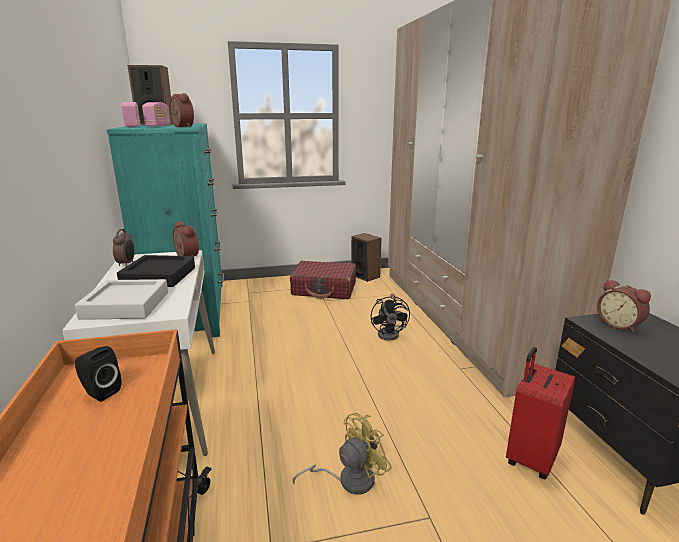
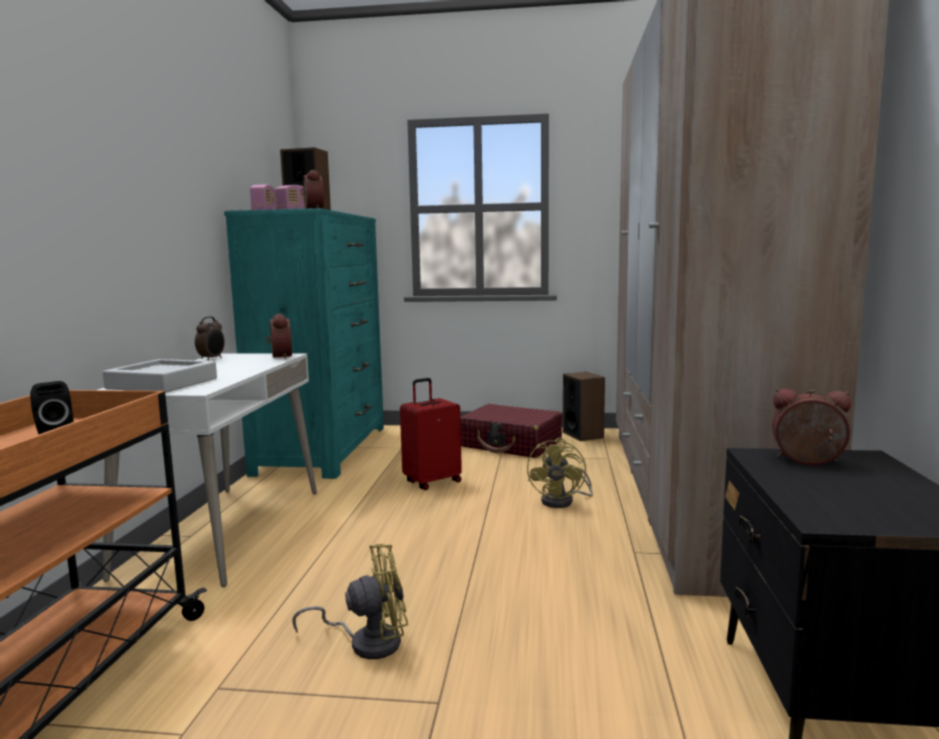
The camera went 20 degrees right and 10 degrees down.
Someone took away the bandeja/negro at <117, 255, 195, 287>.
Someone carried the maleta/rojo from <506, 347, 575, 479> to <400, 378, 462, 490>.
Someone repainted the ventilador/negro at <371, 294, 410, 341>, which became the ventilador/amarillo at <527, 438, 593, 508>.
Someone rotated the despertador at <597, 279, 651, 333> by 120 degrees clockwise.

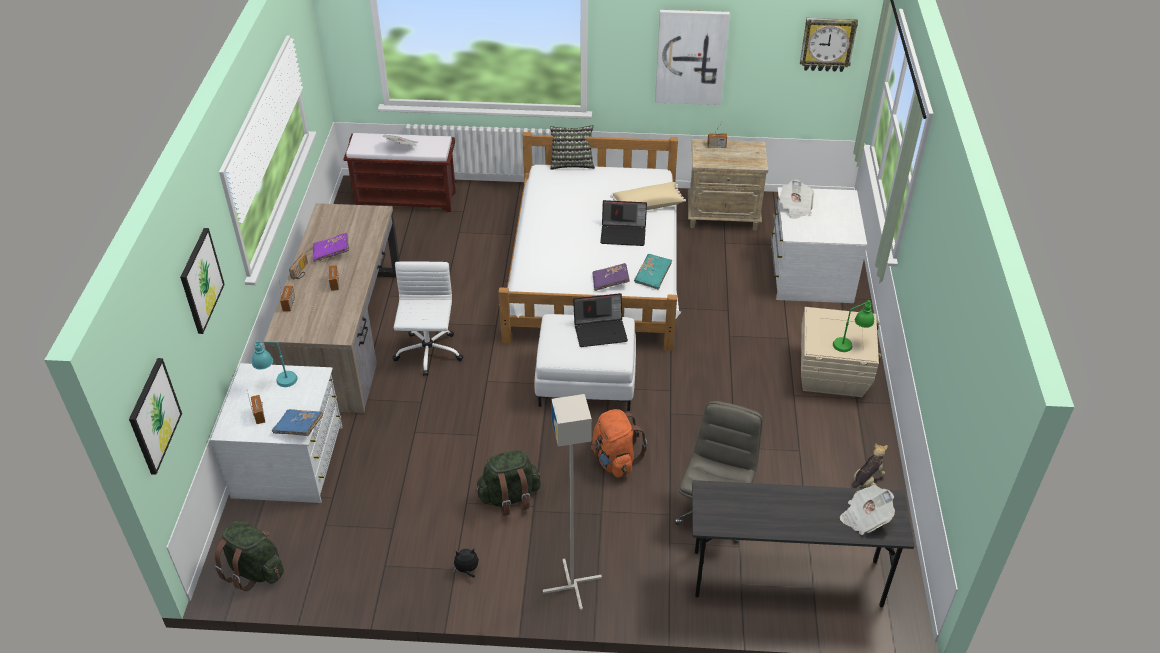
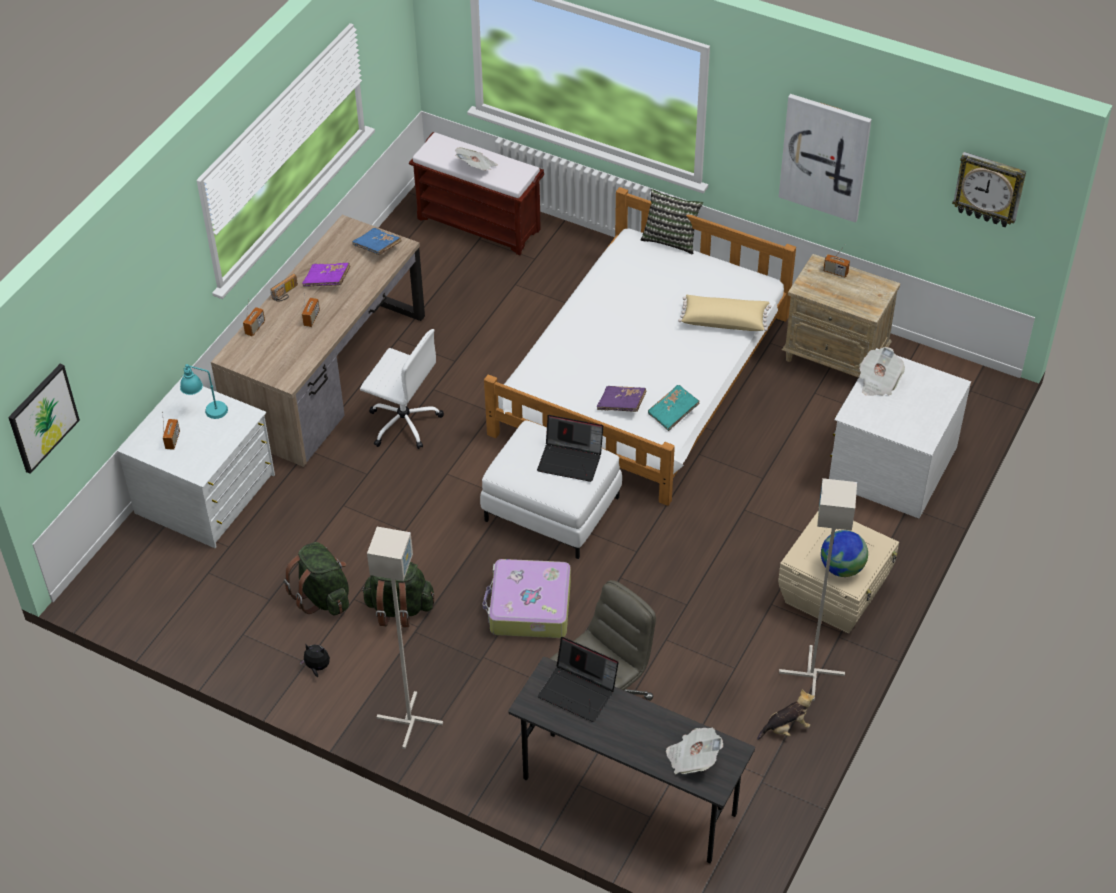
The camera went 25 degrees right and 5 degrees up.
Someone took away the cuadro at <180, 228, 225, 334>.
Someone put down the lámpara de pie/gris at <779, 478, 857, 701>.
Someone carried the mochila/verde from <215, 521, 284, 591> to <284, 542, 349, 615>.
Someone carried the libro/azul from <272, 409, 323, 436> to <352, 228, 402, 255>.
Someone carried the portátil from <600, 200, 647, 246> to <538, 637, 619, 722>.
Someone swapped the mochila/naranja at <591, 409, 647, 478> for the maleta at <483, 559, 571, 638>.
Someone swapped the lámpara de mesa/verde at <833, 299, 874, 352> for the globo terráqueo at <821, 530, 868, 577>.
Someone rotated the silla de oficina/blanco at <392, 262, 463, 376> by 90 degrees clockwise.

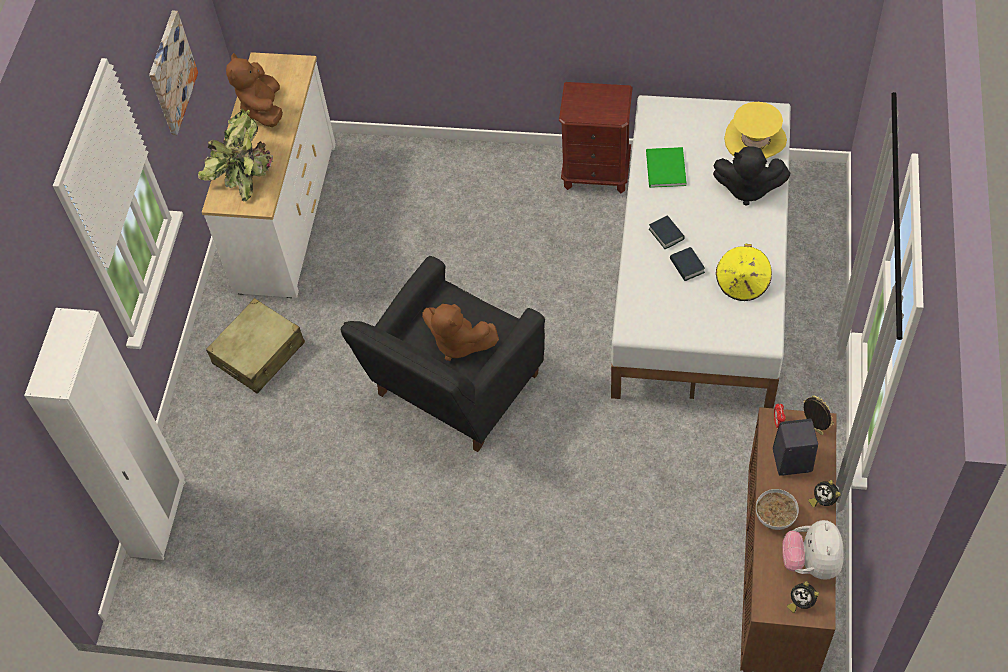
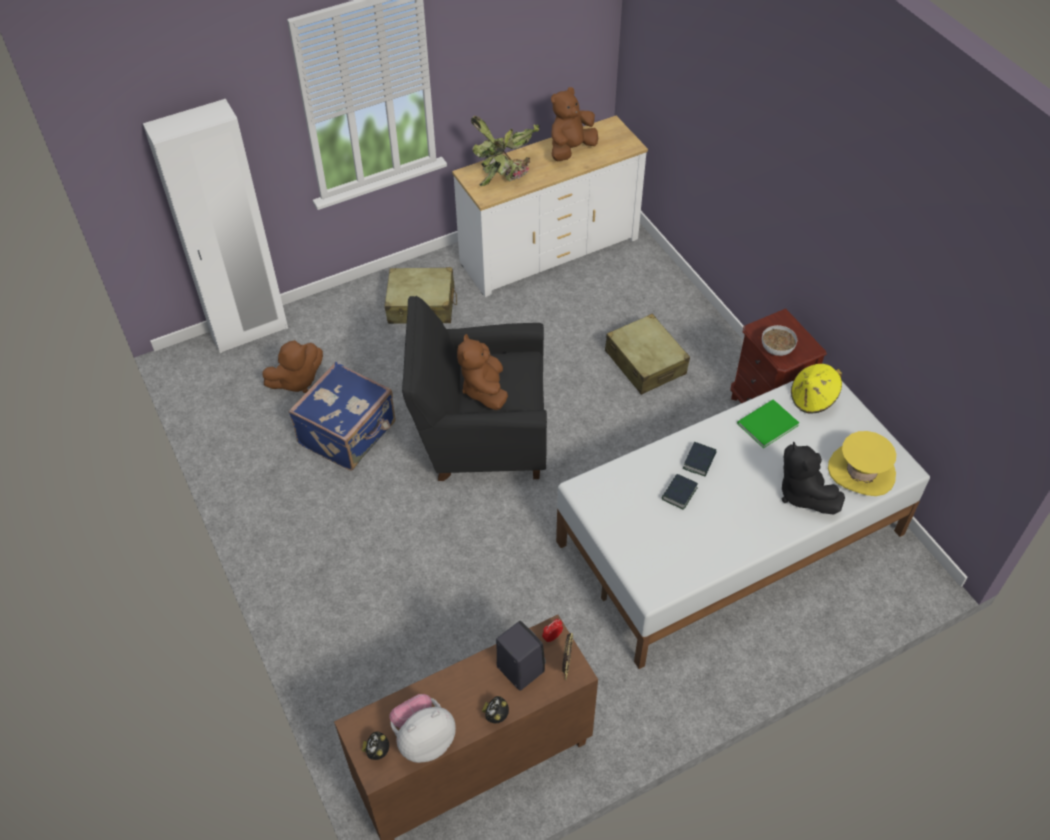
The camera went 50 degrees right and 5 degrees down.
Someone took away the cuadro at <149, 10, 198, 135>.
Someone put down the peluche/marrón at <262, 340, 323, 393>.
Someone put down the maleta/azul at <288, 362, 396, 471>.
Someone put down the maleta/beis at <605, 314, 690, 395>.
Someone carried the sombrero/amarillo from <716, 244, 772, 301> to <791, 364, 842, 414>.
Someone carried the cuenco from <756, 489, 799, 530> to <762, 325, 797, 356>.

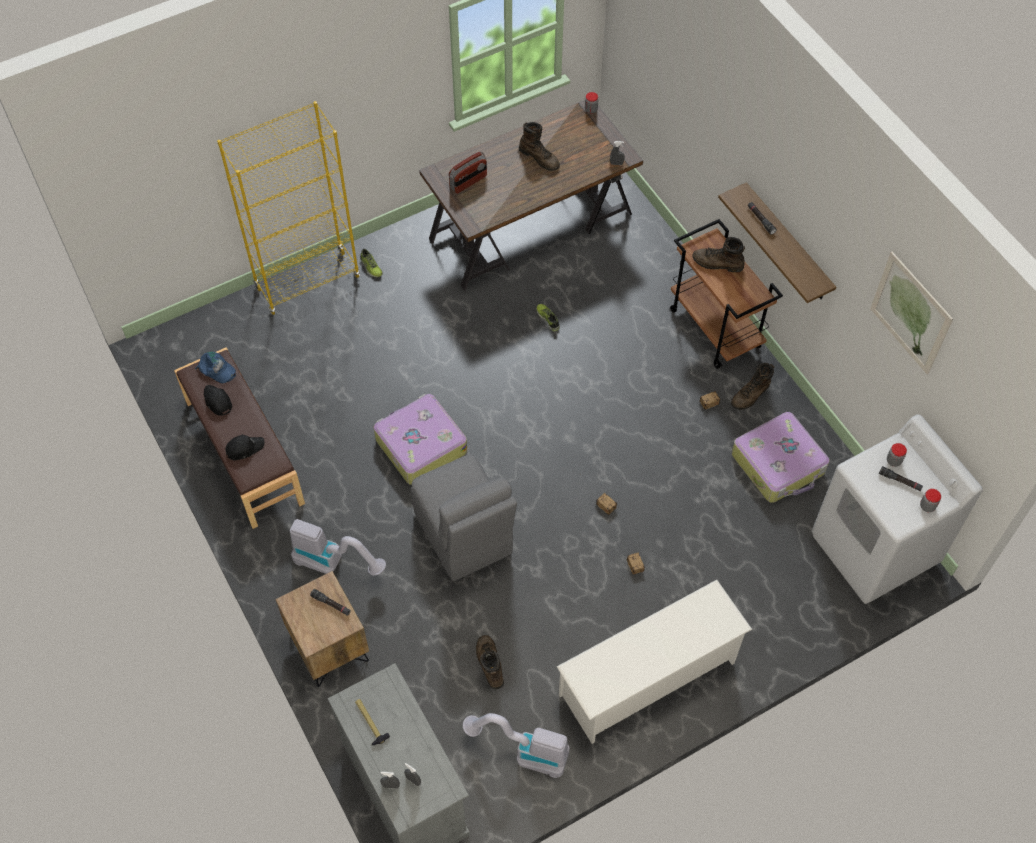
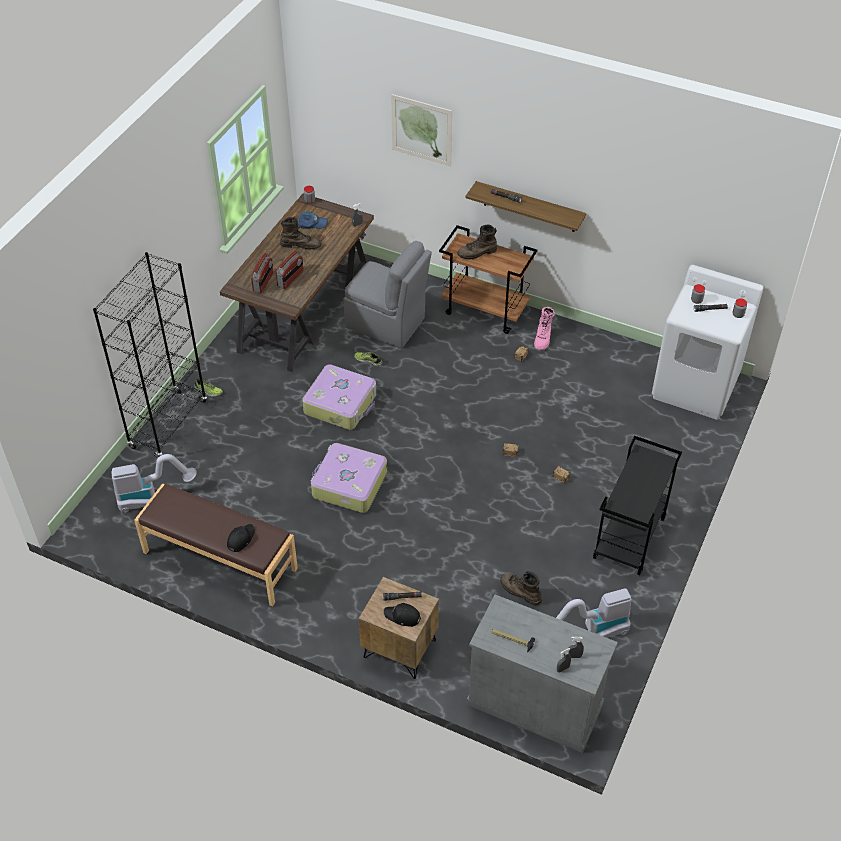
The camera went 35 degrees left and 10 degrees down.
Someone put down the radio at <276, 250, 304, 289>.
Someone carried the gorra/azul from <195, 352, 236, 384> to <298, 211, 328, 229>.
Someone carried the gorra/negro from <204, 385, 232, 416> to <384, 603, 421, 627>.
Someone carried the aspiradora from <290, 519, 386, 576> to <111, 454, 197, 512>.
Someone carried the silla/gris from <411, 455, 517, 581> to <344, 241, 432, 348>.
Someone carried the maleta from <732, 412, 830, 503> to <302, 364, 376, 430>.
Someone carried the cuadro from <870, 252, 953, 374> to <391, 94, 453, 166>.
Someone swapped the zapatero/blanco at <557, 580, 752, 744> for the carrito/negro at <593, 436, 682, 576>.
Someone repainted the estantería/amarillo at <217, 101, 360, 315>, which became the estantería/negro at <93, 252, 207, 458>.
Someone repainted the bota/marrón at <731, 363, 774, 410>, which became the bota/rosa at <534, 307, 555, 350>.

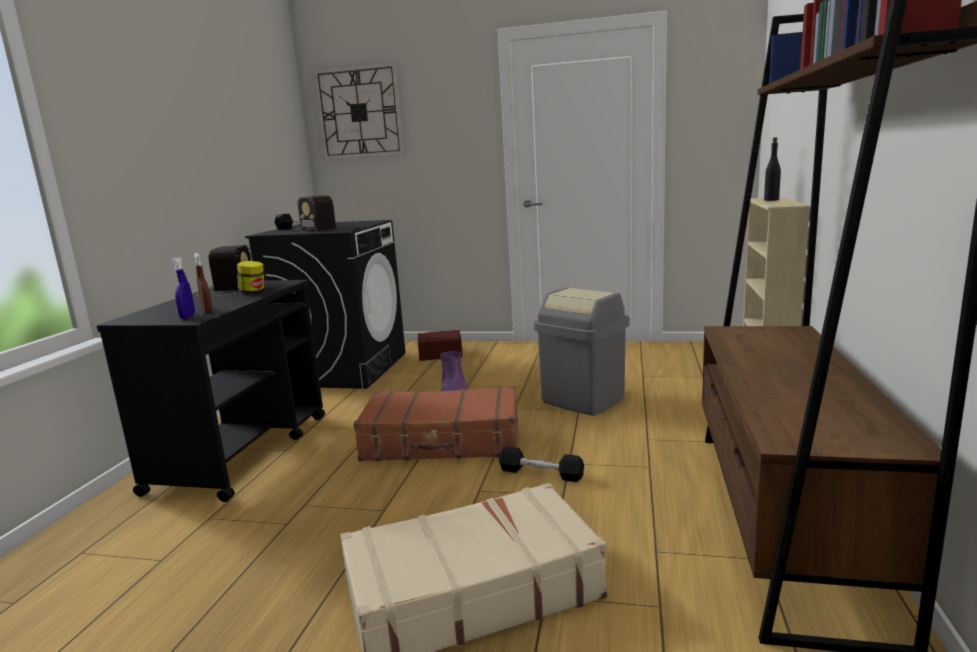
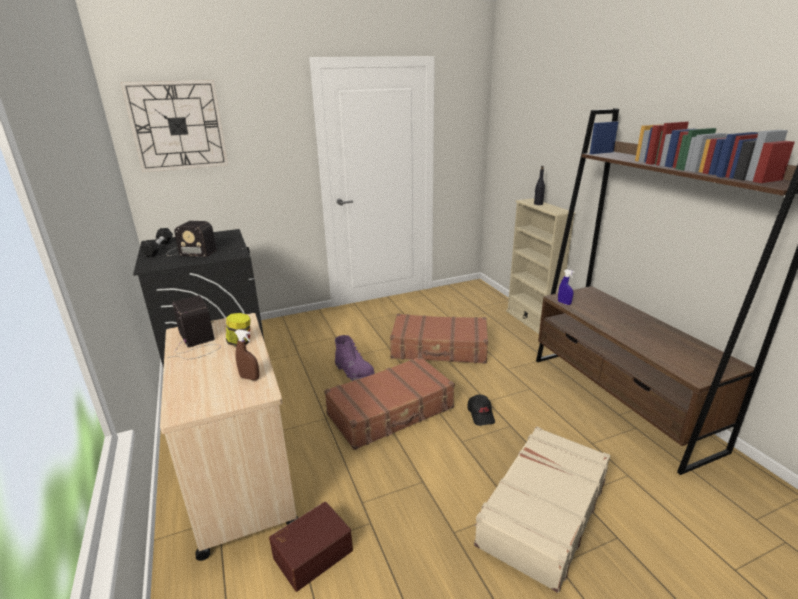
The camera went 35 degrees left and 10 degrees up.
Someone carried the pulverizador/azul from <171, 257, 195, 319> to <558, 269, 575, 305>.
Someone carried the caja de almacenaje/marrón from <418, 330, 463, 361> to <269, 501, 353, 592>.
Someone swapped the mancuerna/negro at <499, 446, 584, 482> for the gorra/negro at <467, 395, 495, 426>.
Someone swapped the papelera/gris at <534, 287, 629, 416> for the maleta/marrón at <390, 314, 488, 364>.
Someone repainted the carrito/negro at <96, 280, 325, 502>, which became the carrito/beis at <160, 313, 298, 561>.

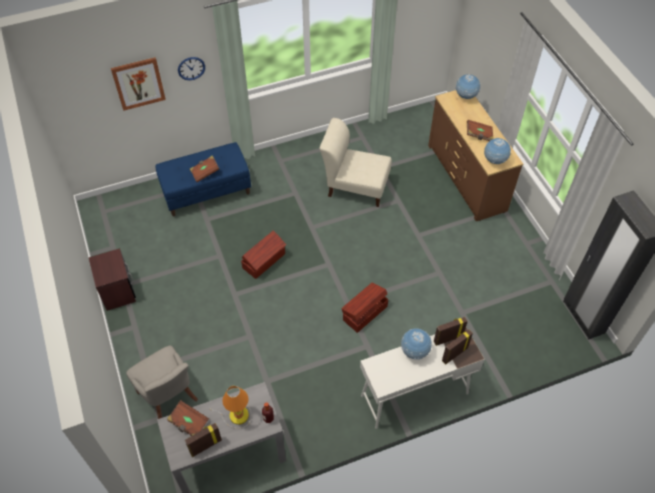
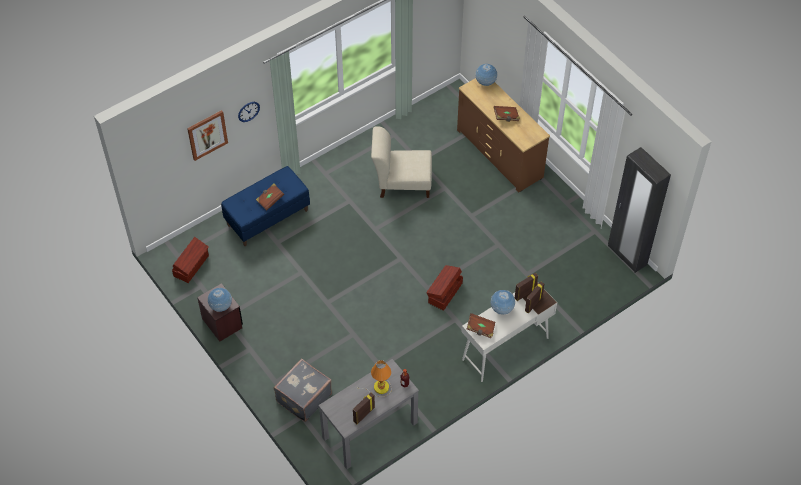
The camera went 15 degrees left and 0 degrees up.
Someone carried the libro/marrón from <167, 400, 209, 436> to <467, 313, 495, 338>.
Someone carried the caja de almacenaje/marrón from <241, 230, 286, 279> to <172, 237, 209, 283>.
Someone carried the globo terráqueo from <484, 138, 511, 164> to <208, 288, 232, 312>.
Someone swapped the silla/gris at <126, 346, 198, 419> for the maleta/gris at <274, 358, 332, 422>.

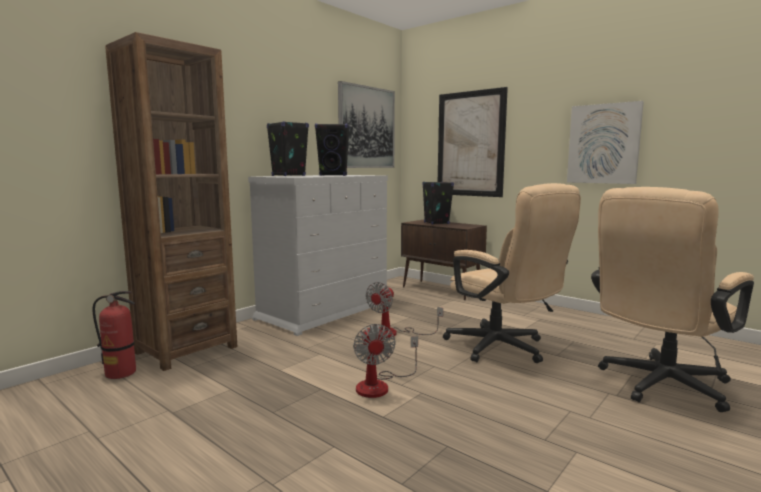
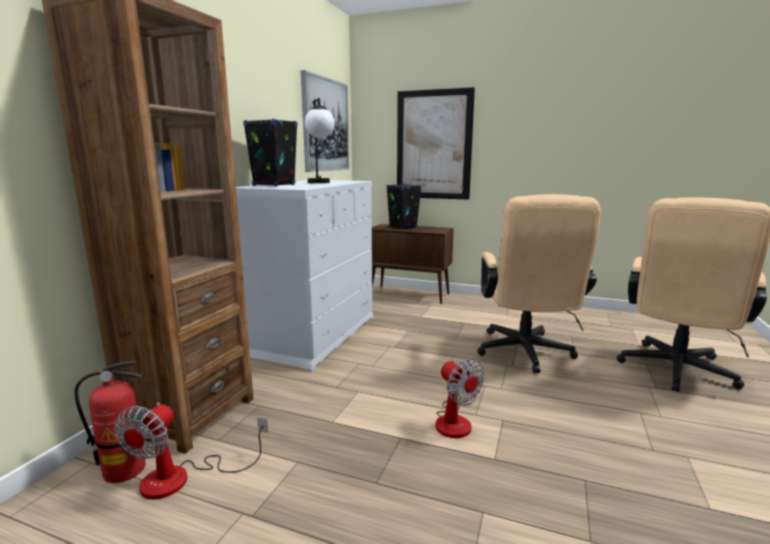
The camera went 20 degrees left and 5 degrees up.
Someone took away the cuadro at <567, 101, 644, 184>.
Someone carried the ventilador from <366, 282, 443, 338> to <114, 402, 268, 499>.
Someone swapped the altavoz/negro at <315, 123, 350, 176> for the lámpara de mesa at <305, 98, 335, 183>.
Someone rotated the silla de oficina/beis at <443, 183, 581, 363> by 60 degrees clockwise.

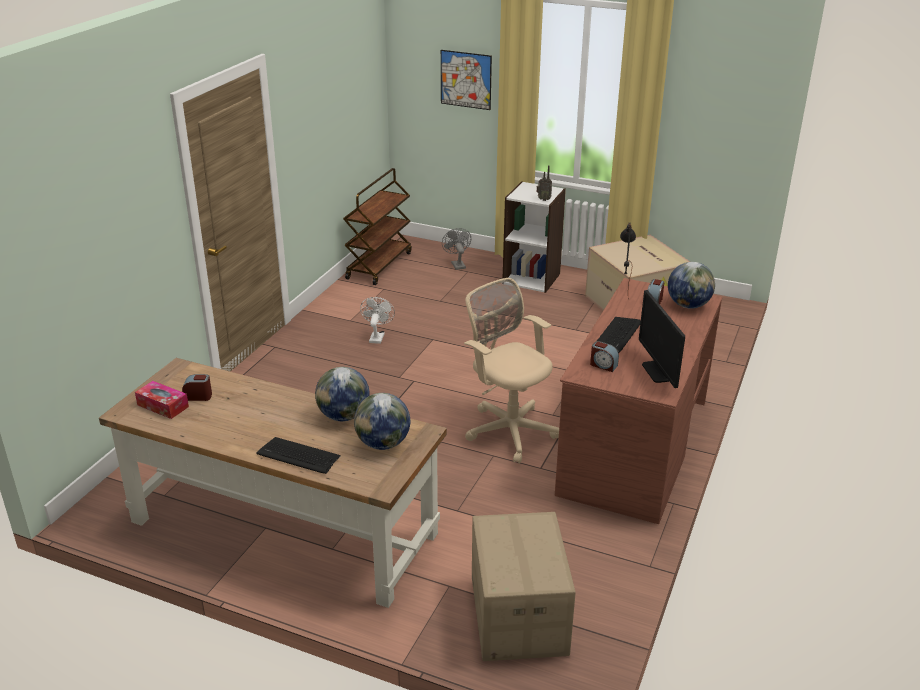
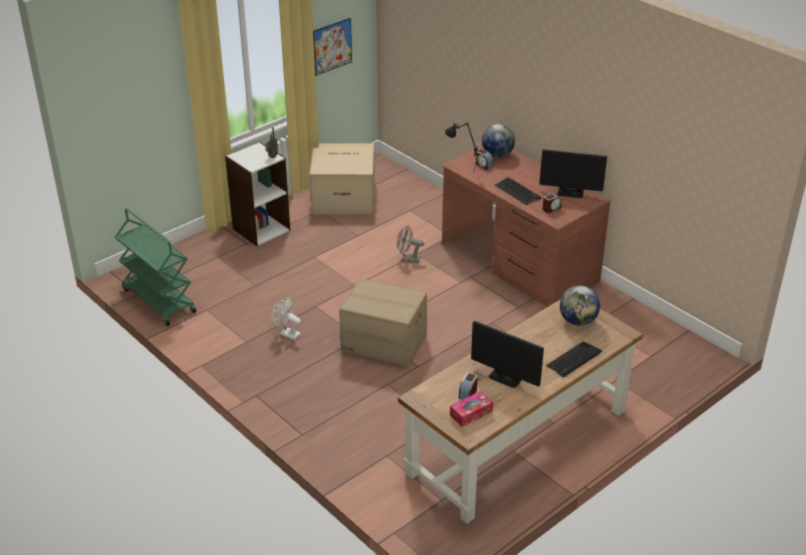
The camera went 65 degrees left and 5 degrees up.
Someone took away the globo terráqueo at <315, 367, 370, 421>.
Someone took away the silla de oficina/beis at <464, 278, 559, 464>.
Someone put down the monitor at <471, 321, 544, 388>.
Someone carried the cuadro from <441, 50, 492, 110> to <313, 18, 352, 76>.
Someone carried the ventilador/gris from <442, 228, 471, 270> to <397, 226, 424, 263>.
Someone carried the caja de cartón from <472, 512, 576, 661> to <339, 278, 427, 367>.
Someone repainted the carrito/marrón at <343, 168, 412, 285>, which became the carrito/verde at <115, 208, 196, 326>.

